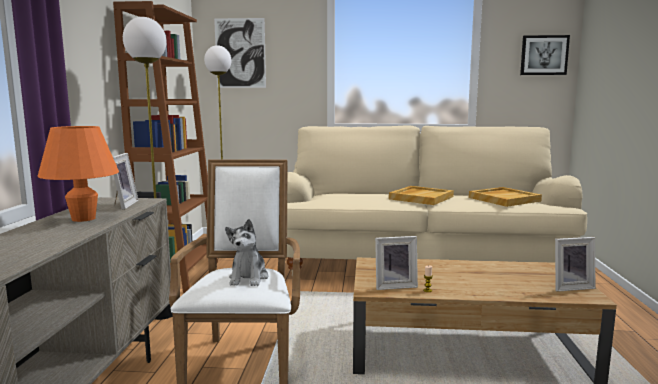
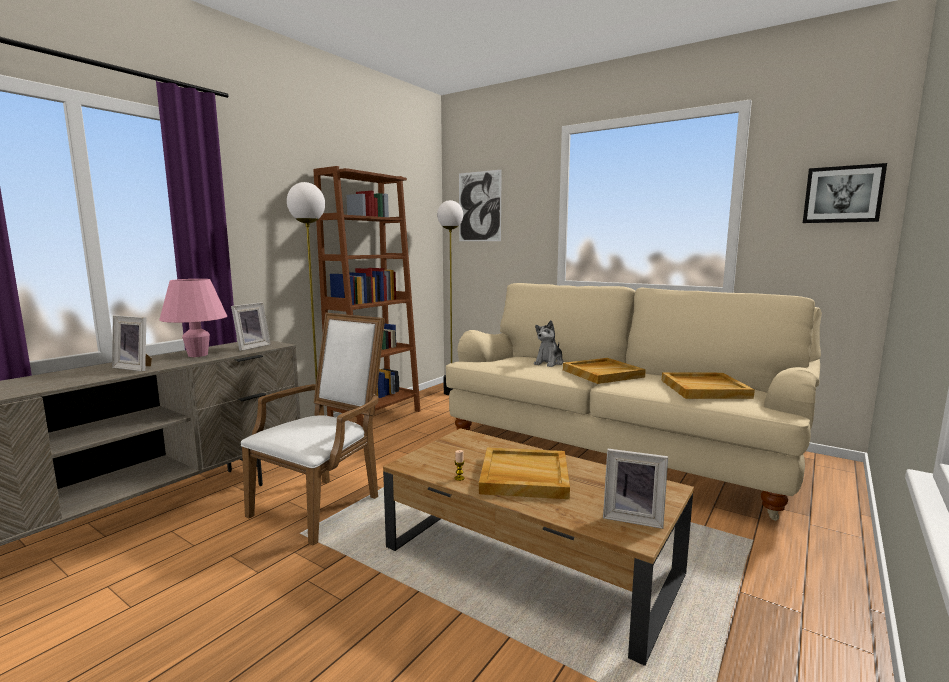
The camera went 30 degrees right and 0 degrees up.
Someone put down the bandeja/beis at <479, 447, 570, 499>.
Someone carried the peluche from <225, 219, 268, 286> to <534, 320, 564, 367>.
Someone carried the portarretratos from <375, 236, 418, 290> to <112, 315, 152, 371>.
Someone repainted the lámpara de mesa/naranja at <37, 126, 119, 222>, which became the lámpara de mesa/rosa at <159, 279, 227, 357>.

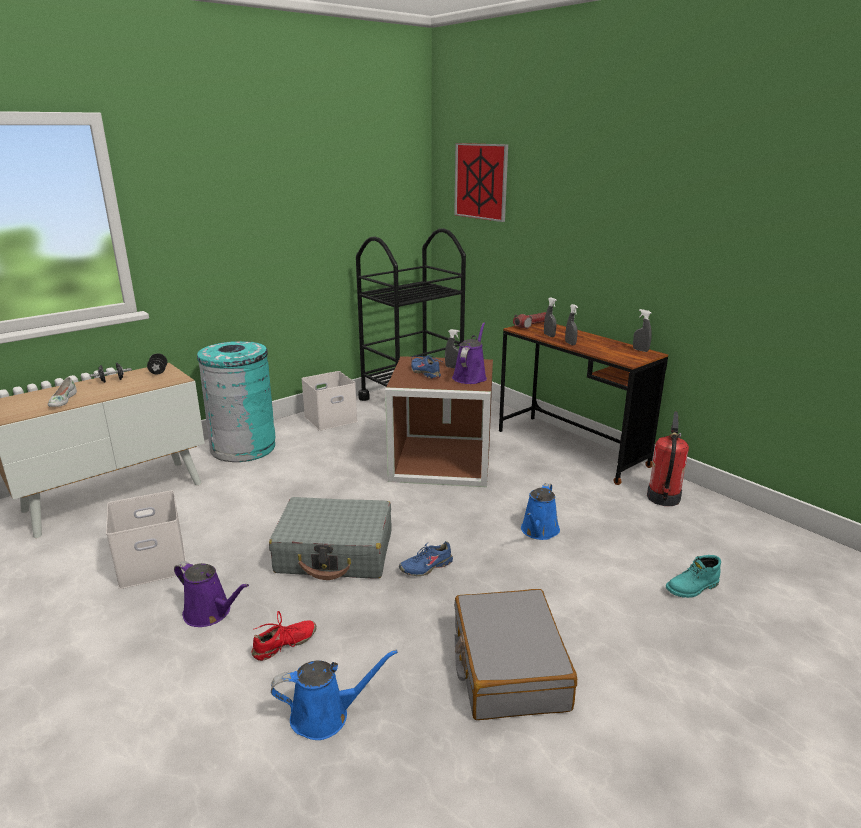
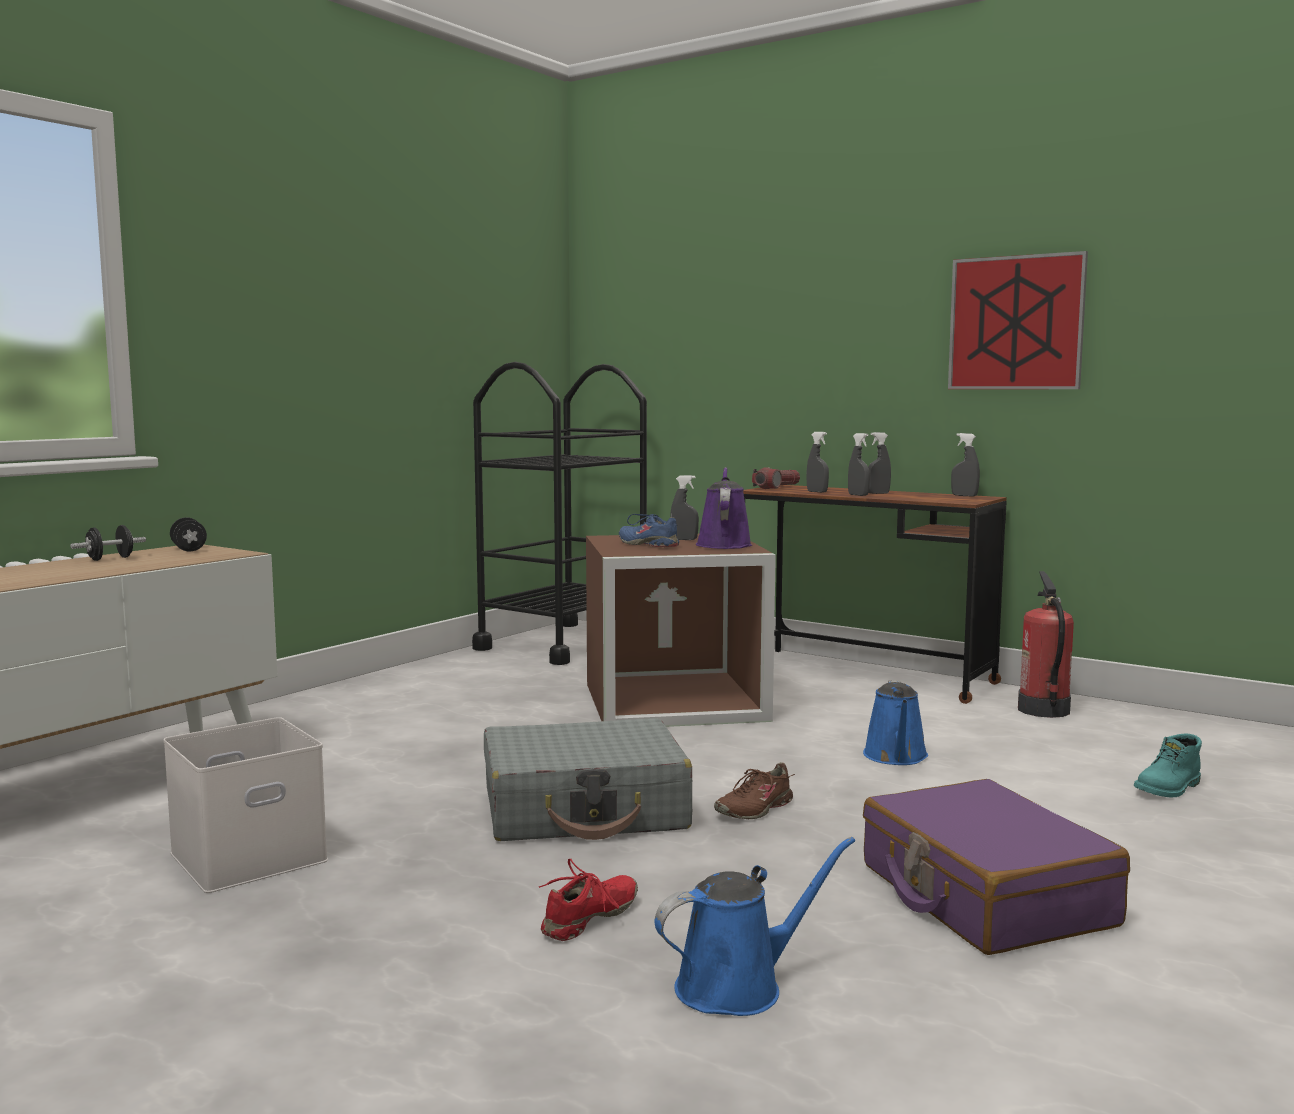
The camera went 15 degrees left and 15 degrees down.
Someone took away the zapato/blanco at <48, 377, 77, 407>.
Someone took away the regadera/morado at <174, 561, 249, 627>.
Someone took away the papelera/turquesa at <197, 341, 275, 462>.
Someone took away the caja de almacenaje/blanco at <301, 371, 358, 431>.
Someone put down the pulverizador/gris at <868, 432, 891, 494>.
Someone carried the cuadro from <454, 143, 508, 222> to <948, 251, 1088, 389>.
Someone repainted the zapato/azul at <399, 541, 453, 576>, which became the zapato/marrón at <714, 762, 795, 819>.
Someone repainted the maleta/gris at <454, 589, 577, 720>, which became the maleta/morado at <863, 779, 1130, 955>.

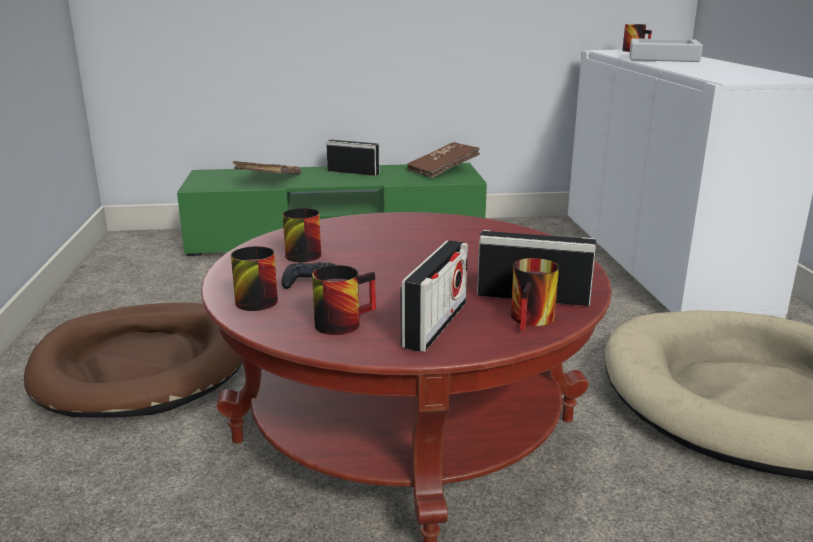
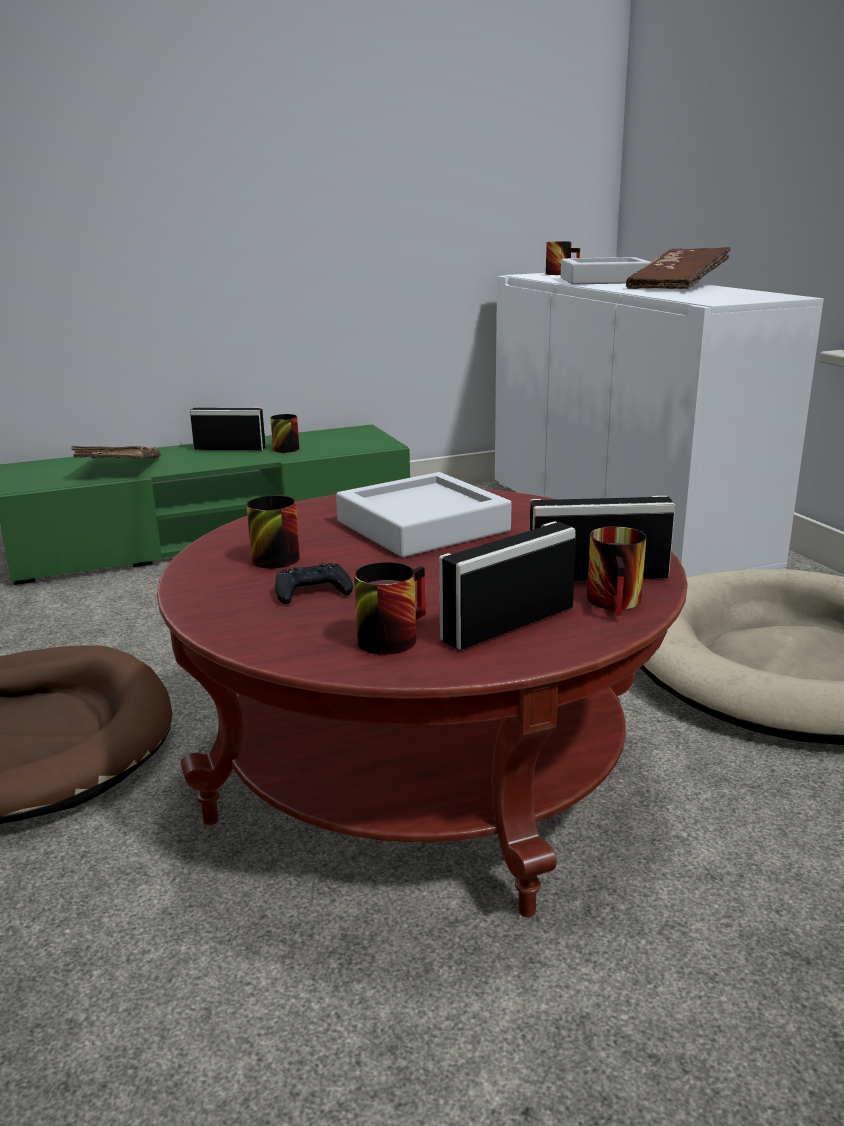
The camera went 15 degrees left and 0 degrees up.
Someone put down the bandeja/gris at <336, 472, 511, 557>.
Someone carried the taza grande from <231, 246, 278, 311> to <270, 414, 299, 453>.
Someone carried the libro/marrón from <407, 142, 480, 178> to <626, 247, 731, 289>.
Someone rotated the radio at <401, 240, 468, 352> by 135 degrees counterclockwise.

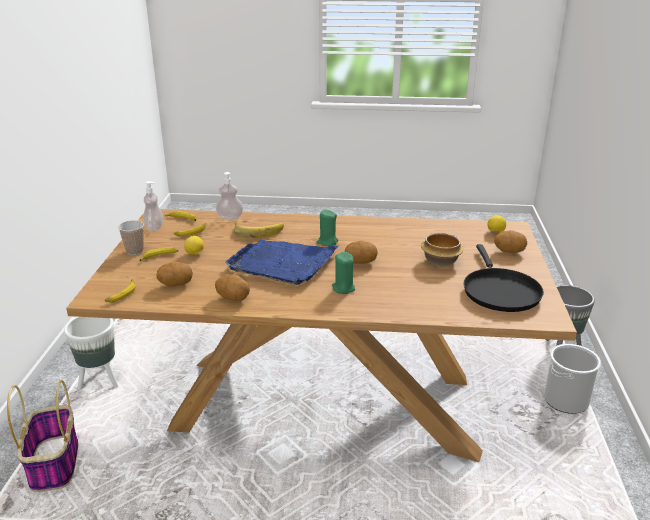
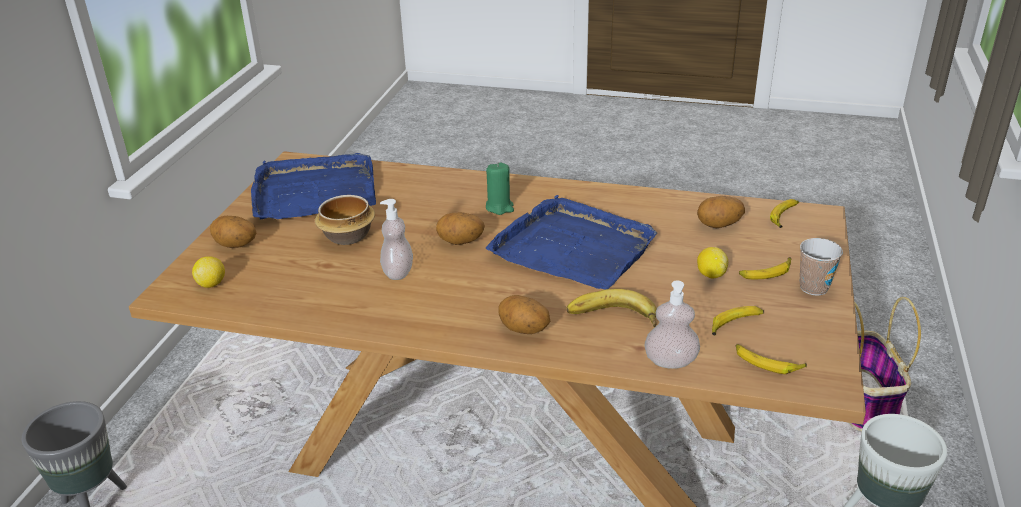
The camera went 170 degrees left and 5 degrees up.
Someone took away the vela/verde at <316, 210, 338, 246>.
Someone took away the cubo at <544, 344, 601, 414>.
Someone carried the dispensador de jabón from <143, 181, 163, 231> to <380, 199, 413, 280>.
Someone carried the patata from <215, 274, 250, 301> to <498, 295, 550, 334>.
Someone swapped the sartén/negro at <464, 244, 544, 312> for the bandeja/azul at <251, 153, 376, 219>.

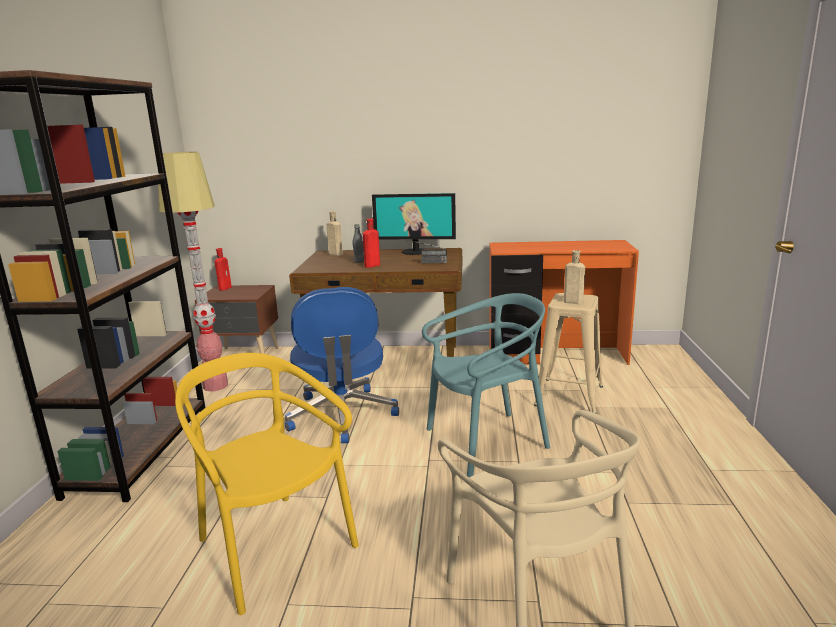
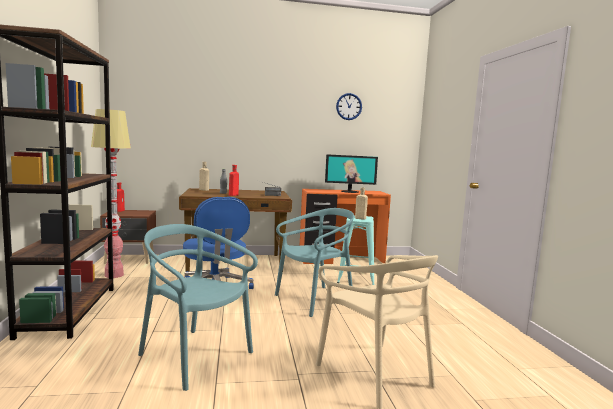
The camera went 15 degrees left and 10 degrees down.
Someone put up the reloj de pared at <336, 93, 362, 120>.
Someone carried the monitor from <372, 193, 456, 255> to <325, 154, 378, 193>.
Someone repainted the silla/amarillo at <175, 353, 359, 615>, which became the silla/turquesa at <138, 224, 258, 391>.
Someone repainted the taburete/beis at <534, 293, 603, 414>, which became the taburete/turquesa at <337, 215, 375, 285>.

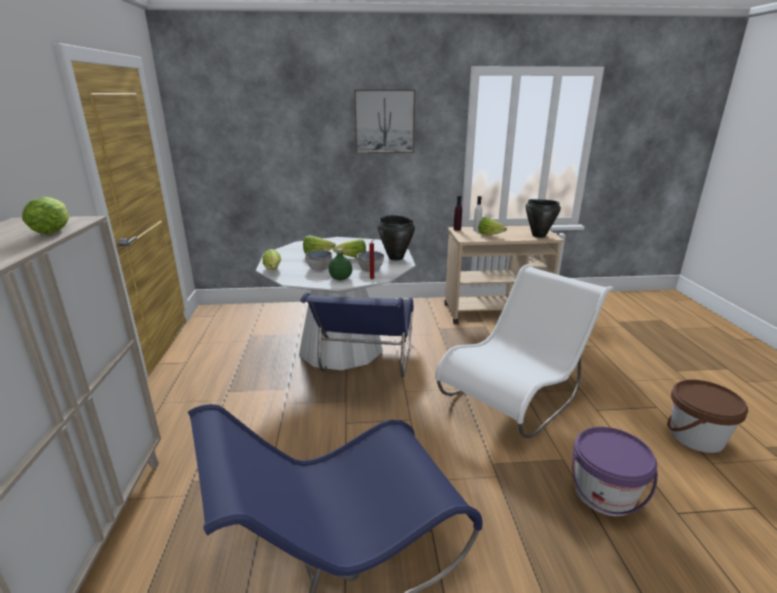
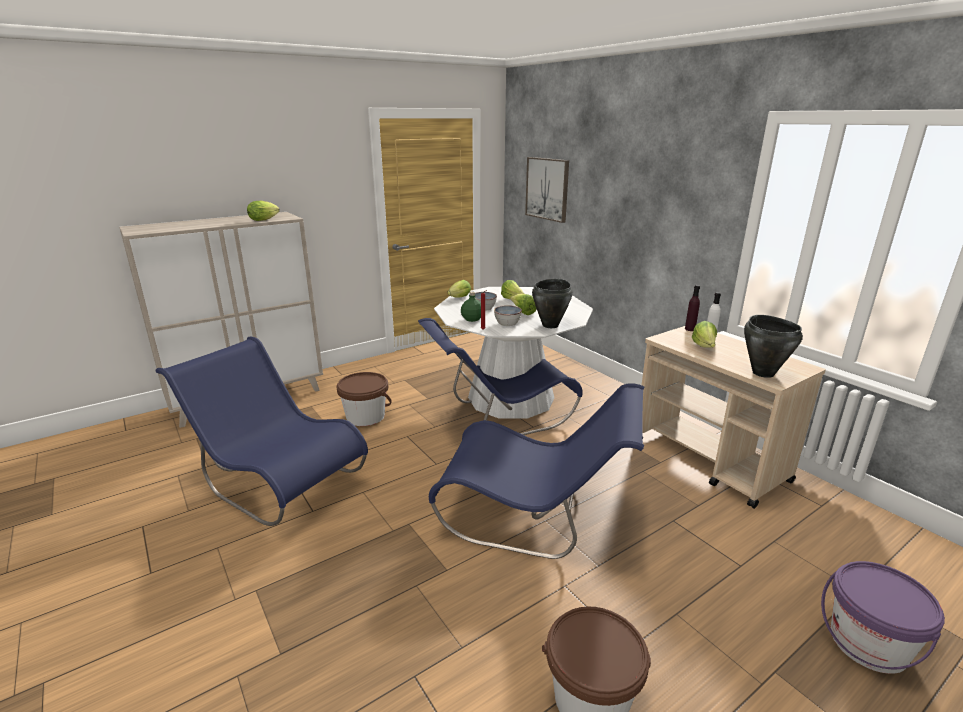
The camera went 60 degrees right and 0 degrees up.
Someone put down the cubo/marrón at <337, 372, 392, 426>.
Someone carried the cuadro from <354, 89, 415, 154> to <525, 157, 569, 223>.
Someone carried the cubo/morado from <572, 427, 658, 516> to <821, 561, 945, 674>.
Someone repainted the silla/blanco at <435, 264, 613, 438>, which became the silla/azul at <429, 384, 644, 559>.

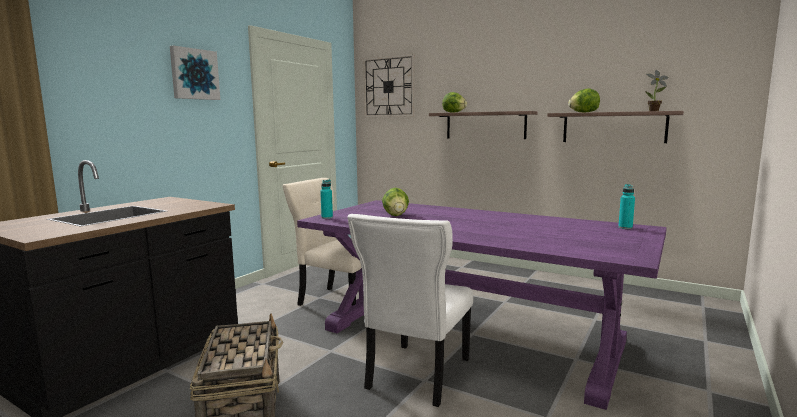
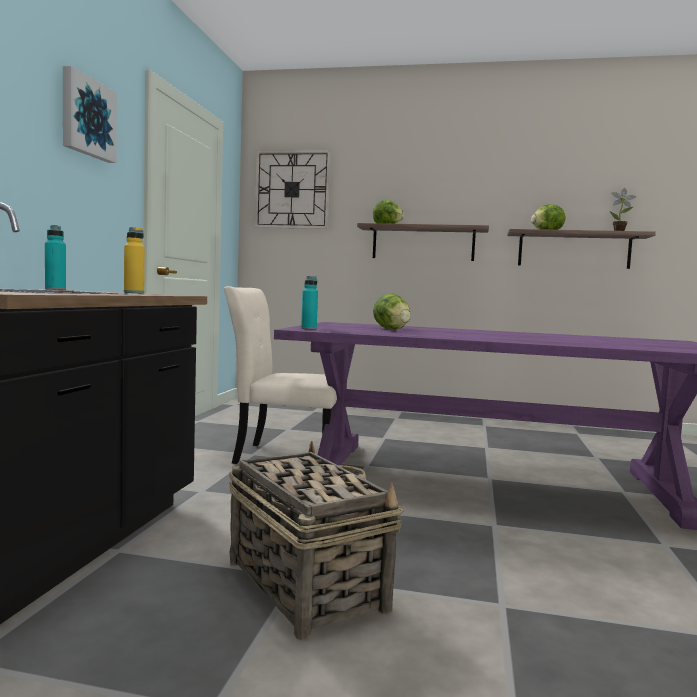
The camera went 20 degrees left and 5 degrees down.
Someone took away the silla/blanco at <347, 214, 473, 407>.
Someone put down the botella/amarillo at <124, 227, 145, 294>.
Someone carried the botella/turquesa from <618, 184, 635, 229> to <45, 225, 66, 290>.

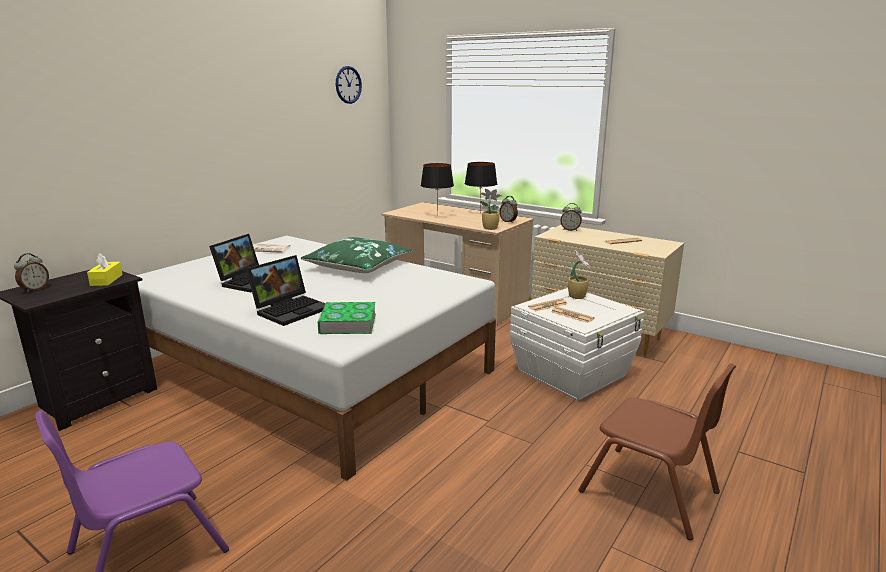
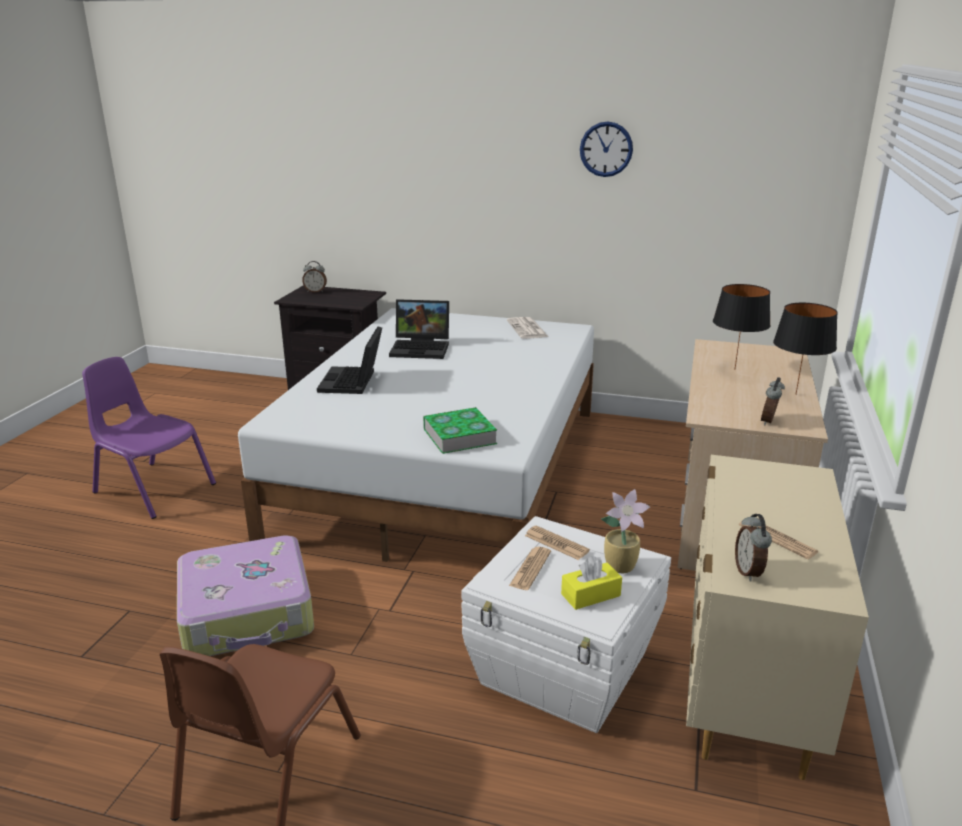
The camera went 70 degrees right and 5 degrees up.
Someone took away the cojín/verde at <301, 237, 412, 273>.
Someone took away the planta en maceta at <480, 188, 502, 230>.
Someone put down the maleta at <177, 535, 314, 656>.
Someone carried the caja de pañuelos/amarillo from <87, 254, 123, 286> to <561, 556, 622, 610>.
Someone carried the libro from <318, 302, 376, 334> to <423, 407, 497, 454>.
Someone carried the reloj de pared from <336, 66, 362, 104> to <580, 122, 633, 177>.
Someone carried the despertador from <561, 203, 582, 231> to <735, 514, 772, 581>.
Someone rotated the portátil at <246, 255, 326, 326> by 75 degrees clockwise.

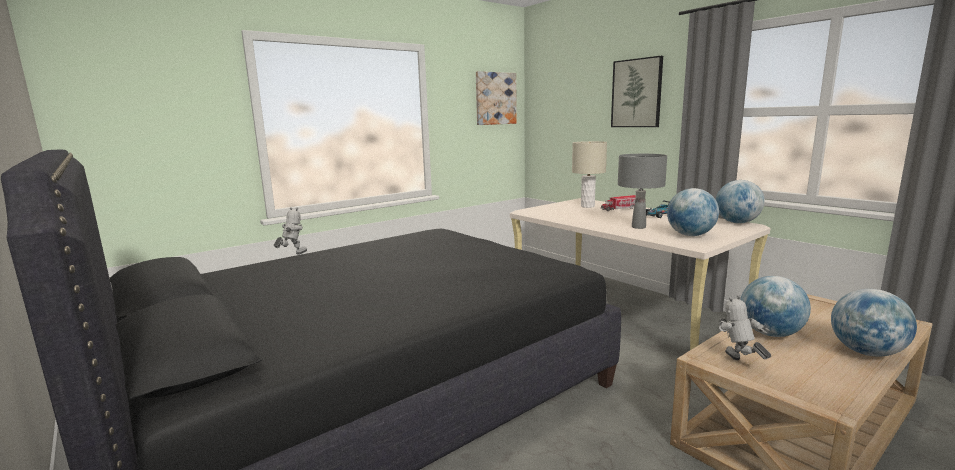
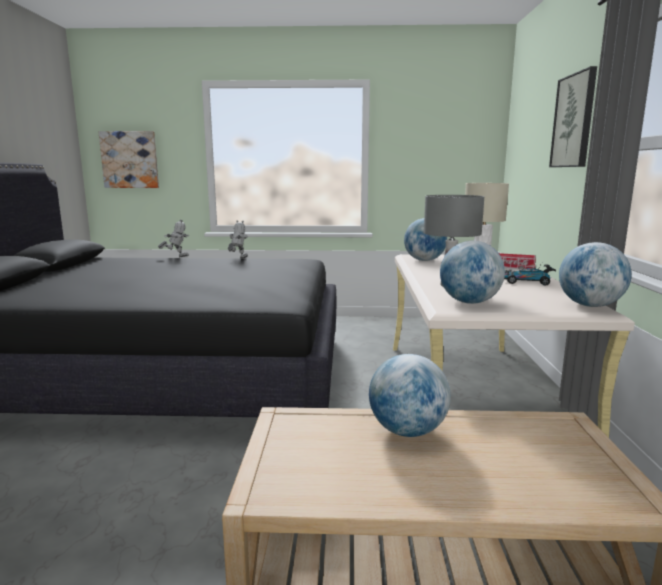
The camera went 40 degrees right and 0 degrees up.
Someone carried the cuadro from <476, 71, 517, 125> to <99, 131, 159, 188>.
Someone carried the robot de juguete from <719, 295, 771, 360> to <228, 220, 248, 259>.
Someone carried the globo terráqueo from <831, 289, 917, 357> to <404, 218, 447, 261>.

